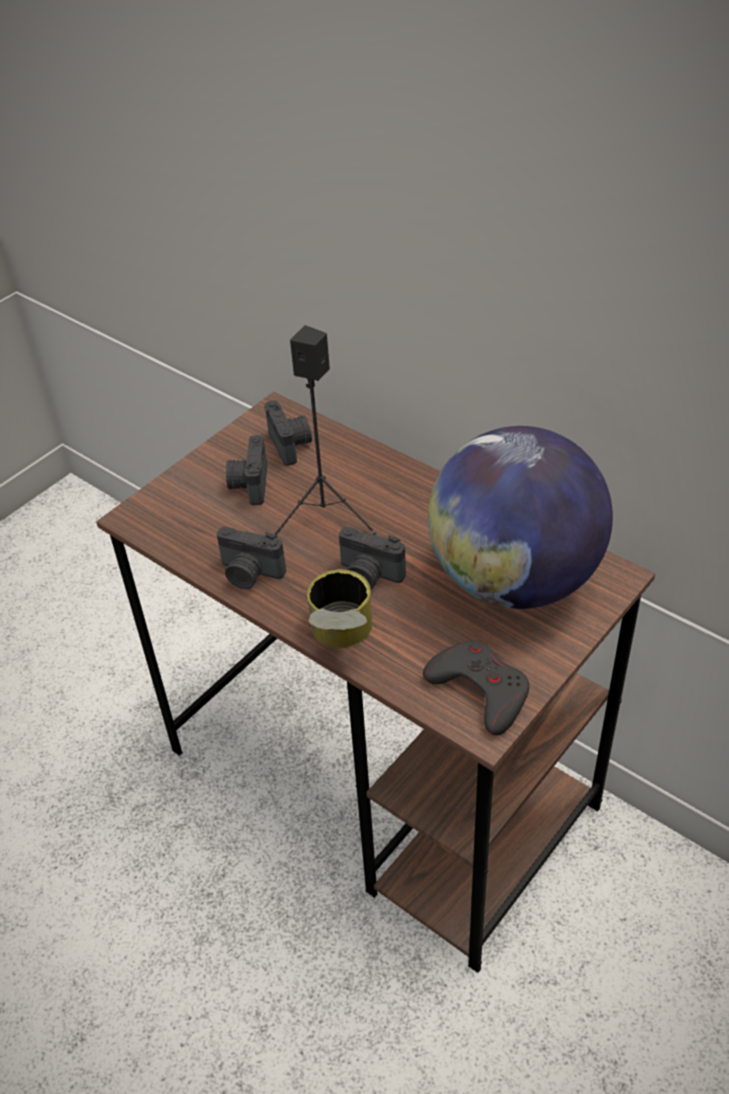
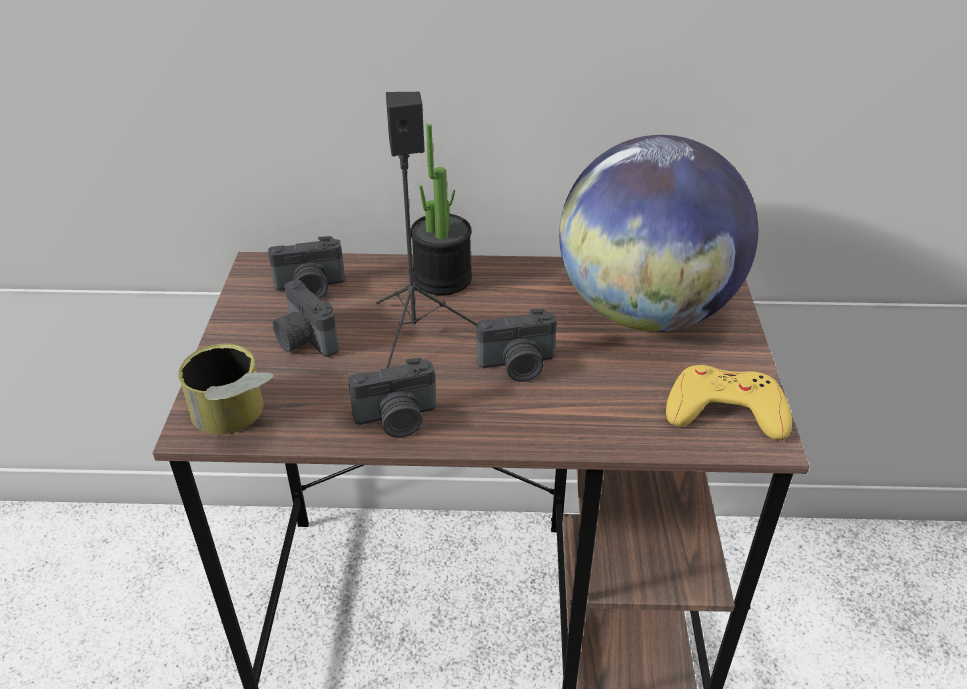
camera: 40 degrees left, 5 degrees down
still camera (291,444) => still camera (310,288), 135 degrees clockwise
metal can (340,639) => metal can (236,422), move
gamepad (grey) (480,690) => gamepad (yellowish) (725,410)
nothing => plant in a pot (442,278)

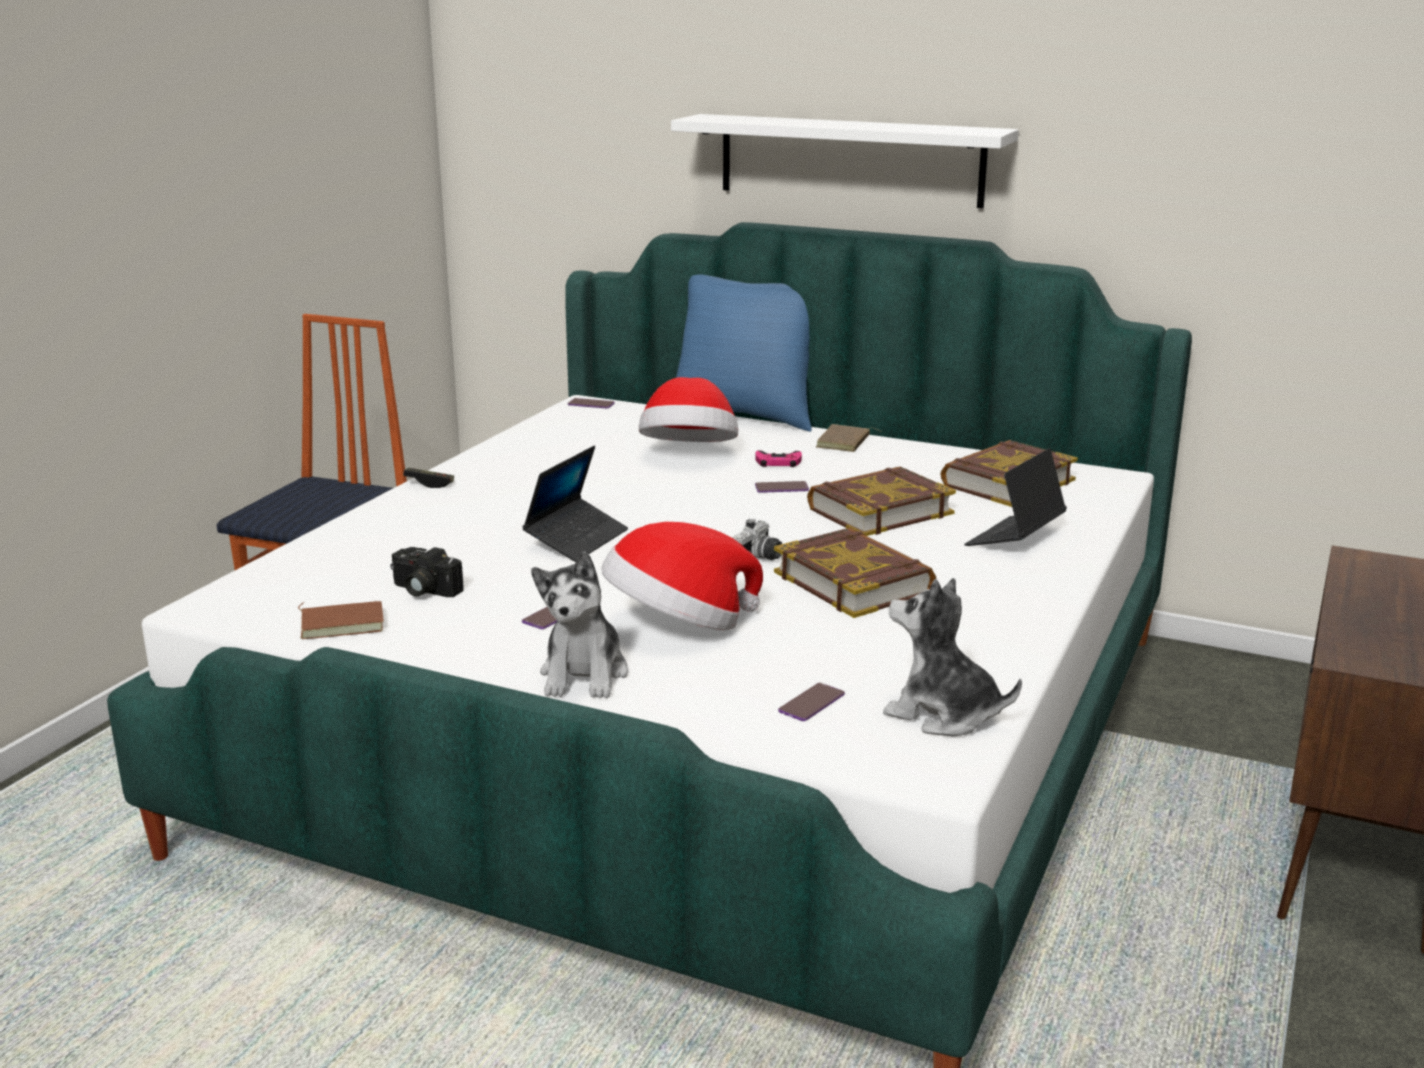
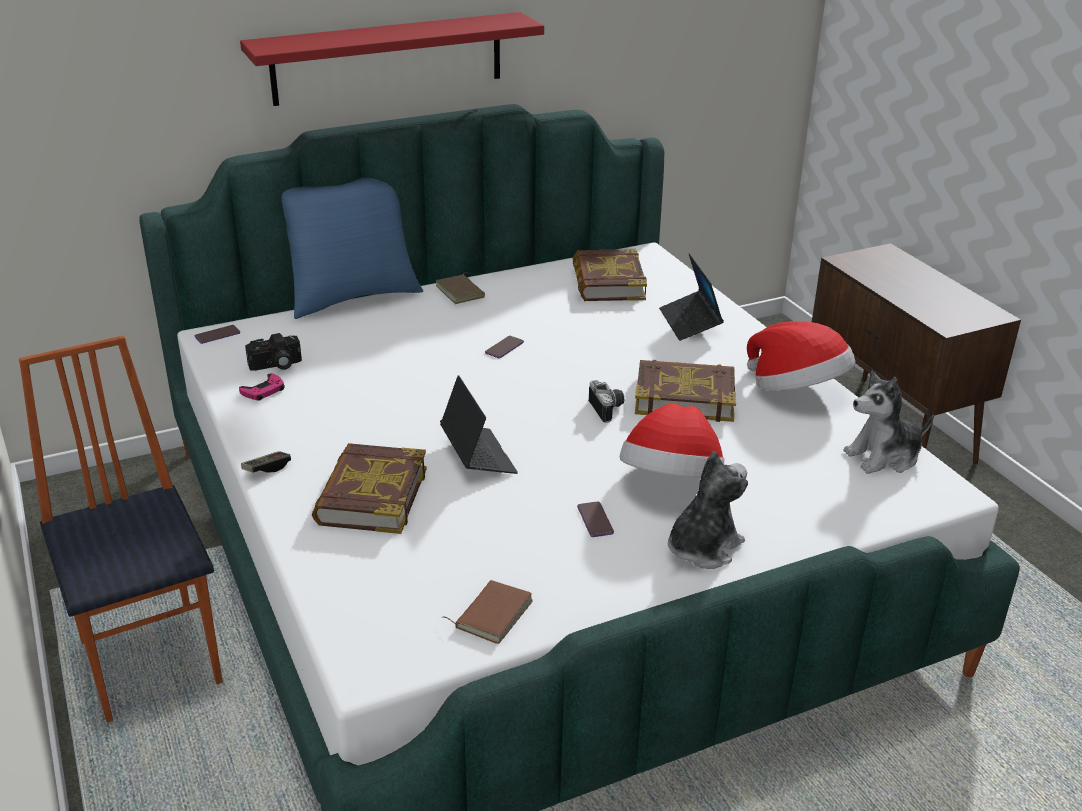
camera: 50 degrees left, 10 degrees up
bracket shelf (white) (850,160) => bracket shelf (red) (388,58)
clothing hat (689,454) => clothing hat (796,390), move
gamepad (pink) (778,463) => gamepad (pink) (264,391), move
bound book (879,511) => bound book (371,496), move
still camera (422,590) => still camera (276,365), move
plush toy (584,675) => plush toy (702,547), 90 degrees counterclockwise
phone (811,703) => nothing

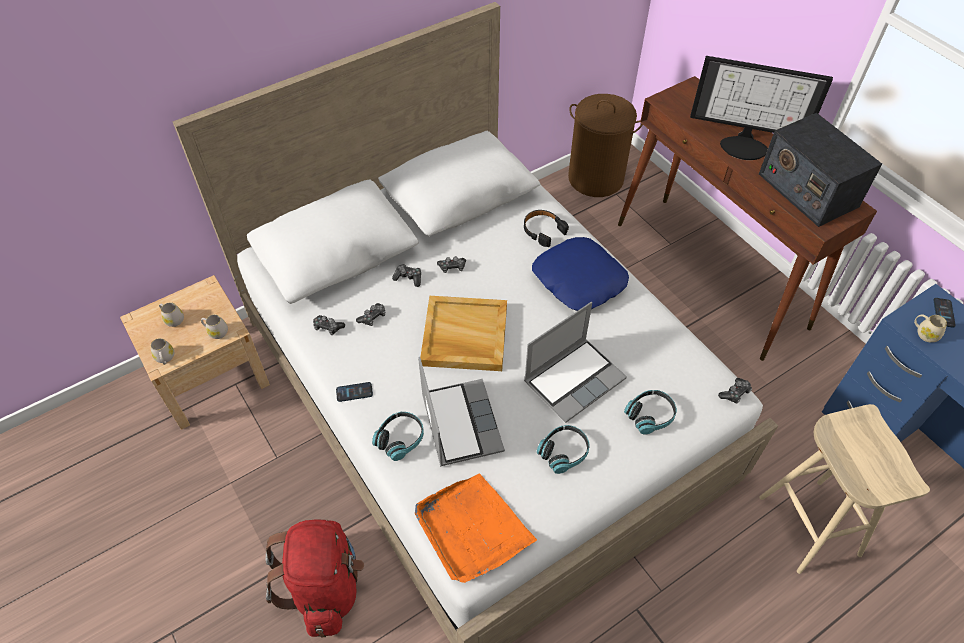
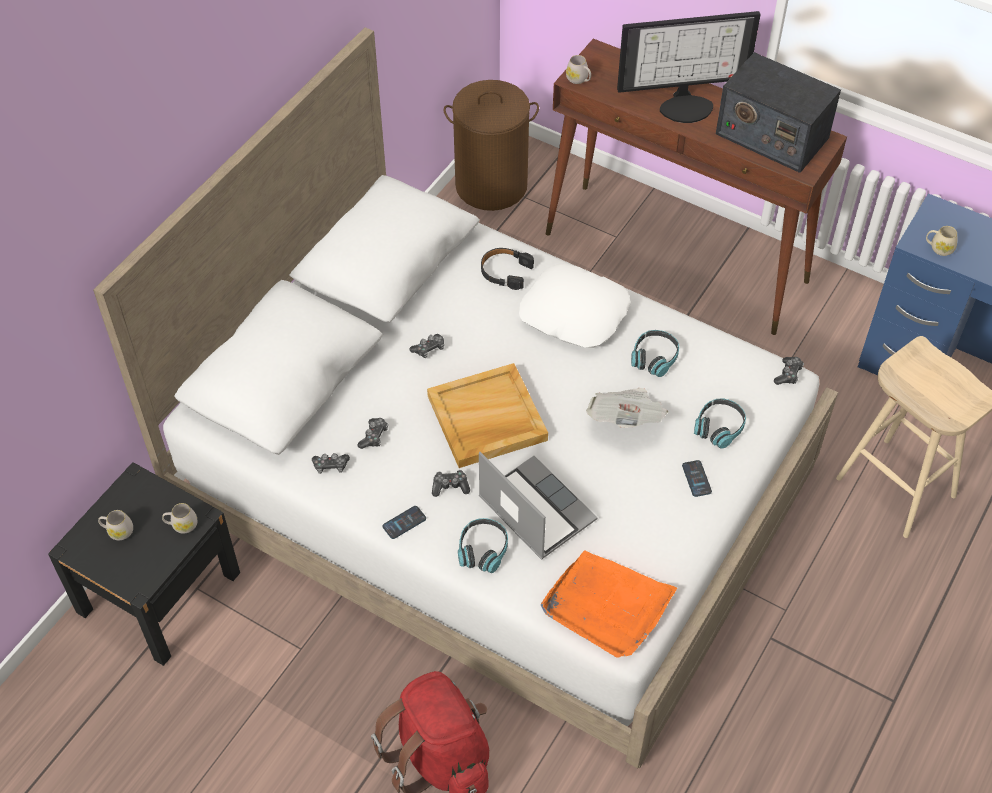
camera: 25 degrees left, 0 degrees up
cushion (blue) (578,280) => cushion (white) (573,314)
gamepad (408,278) => gamepad (450,486), move
night table (beige) (210,376) => night table (black) (159,592)
phone (943,313) => phone (696,479), move
laptop (574,379) => daily paper (626,420)
mug (white) (165,358) => mug (white) (579,80), move
headphones (563,452) => headphones (654,358), move

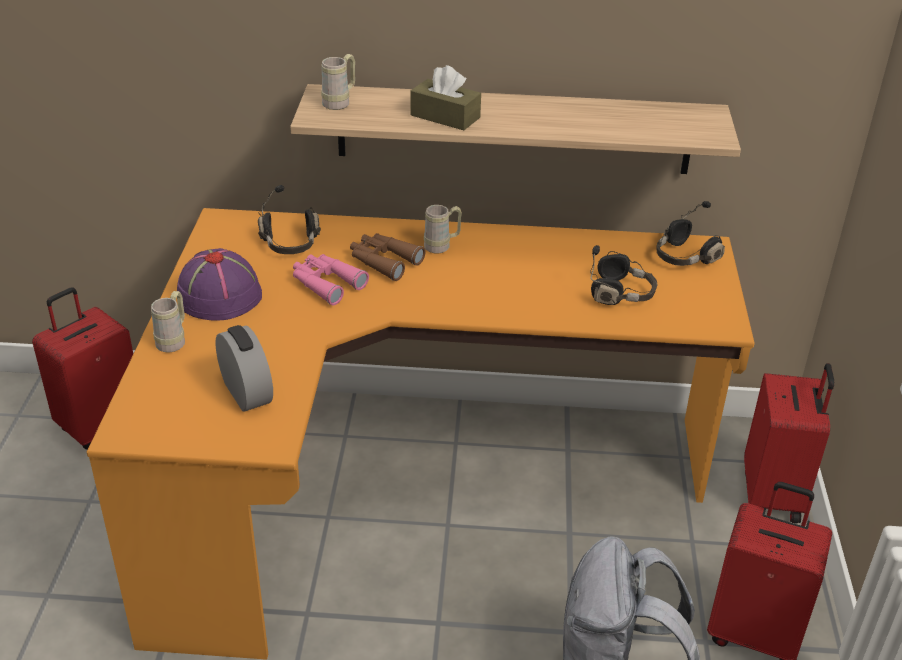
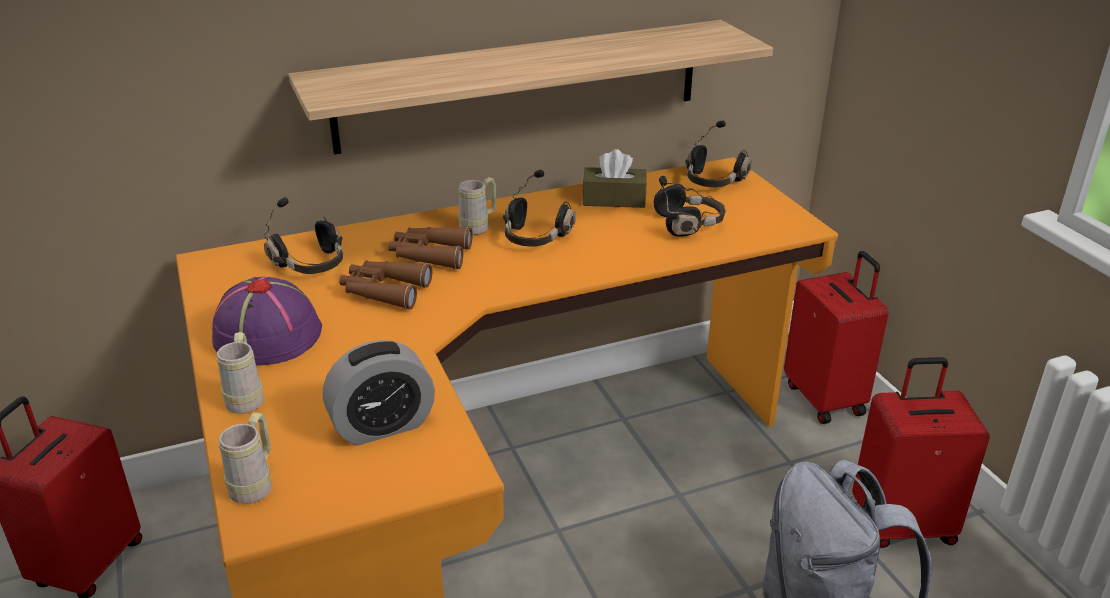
camera: 25 degrees left, 5 degrees down
mug (beige) (340,102) => mug (beige) (256,484), move
box of tissues (brown) (445,116) => box of tissues (brown) (614,199), move
pair of binoculars (pink) (326,284) => pair of binoculars (brown) (384,291)
bedside clock (246,392) => bedside clock (382,426), 120 degrees clockwise
nothing => headphones (black) (535,238)

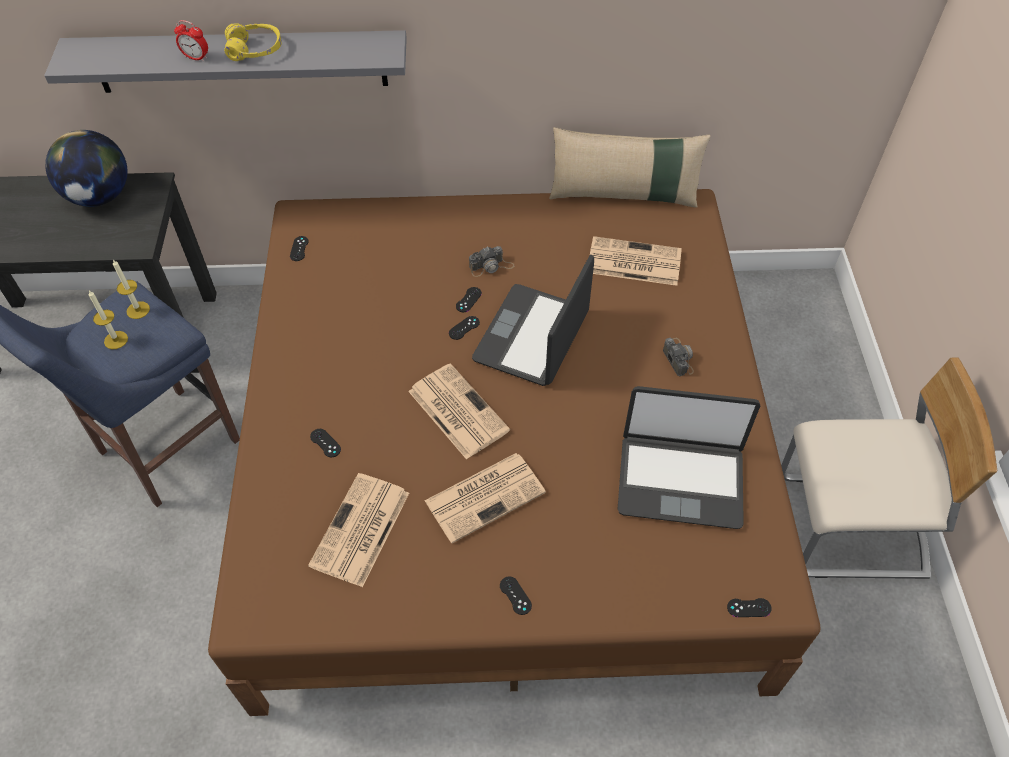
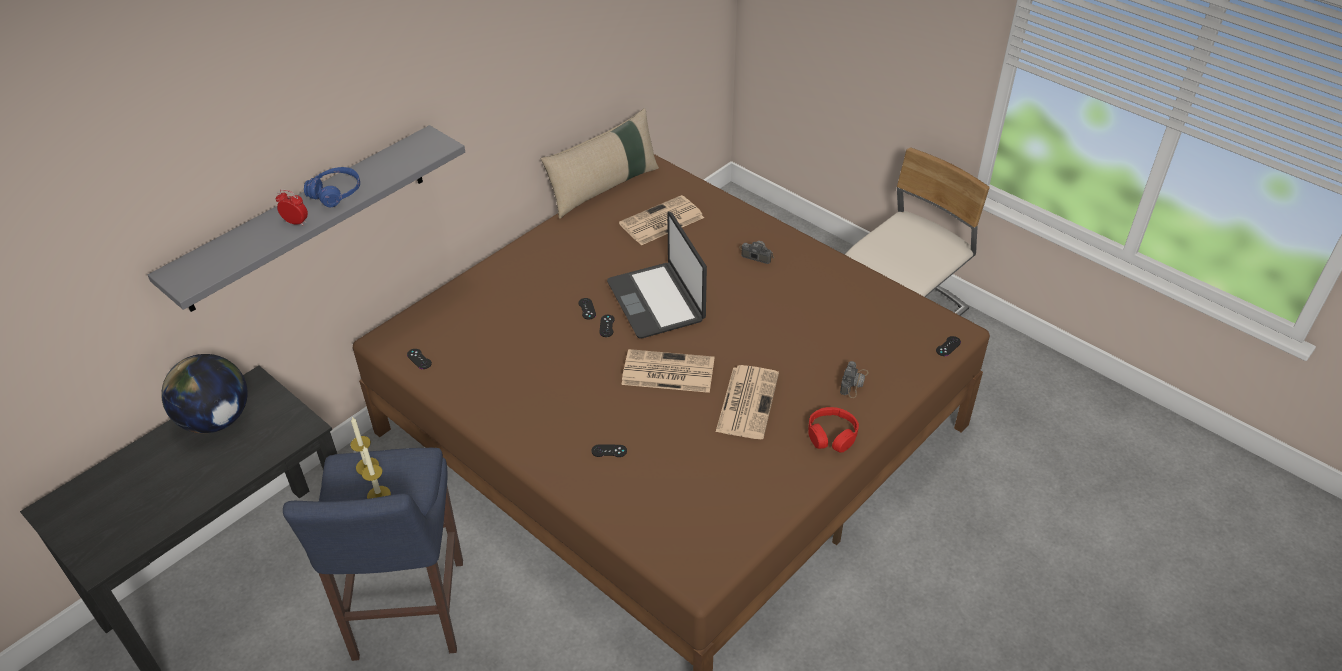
camera: 45 degrees left, 10 degrees down
bedside clock (196,58) => bedside clock (296,222), 135 degrees counterclockwise
headphones (yellowish) (255,50) => headphones (blue) (336,193)
still camera (491,266) => still camera (854,382), move
laptop (680,480) => nothing
daily paper (360,531) => nothing
gamepad (black) (515,595) => headphones (red) (832,435)

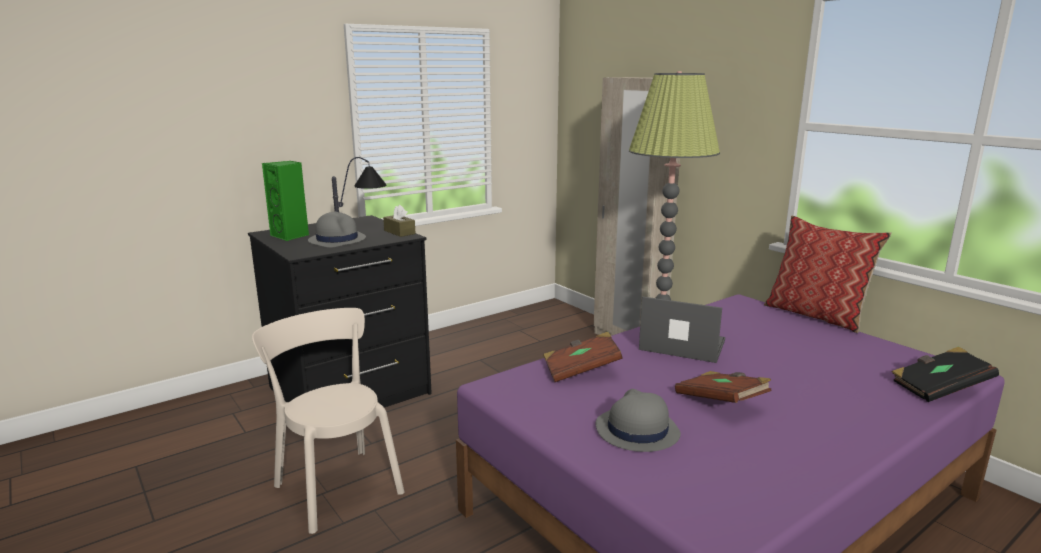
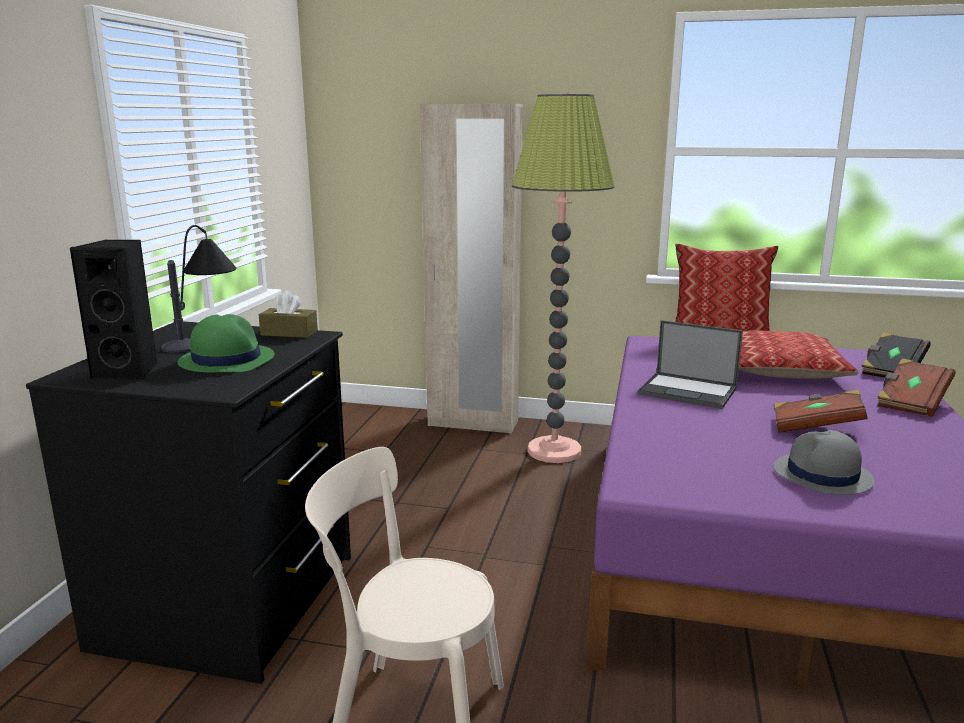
camera: 40 degrees left, 0 degrees up
loudspeaker (green) (290,236) => loudspeaker (black) (129,371)
clothing hat (grey) (337,240) => clothing hat (green) (226,360)
laptop (681,345) => laptop (689,391), 135 degrees counterclockwise
bound book (brown) (581,370) => bound book (brown) (911,402), move
nothing => cushion (781,369)

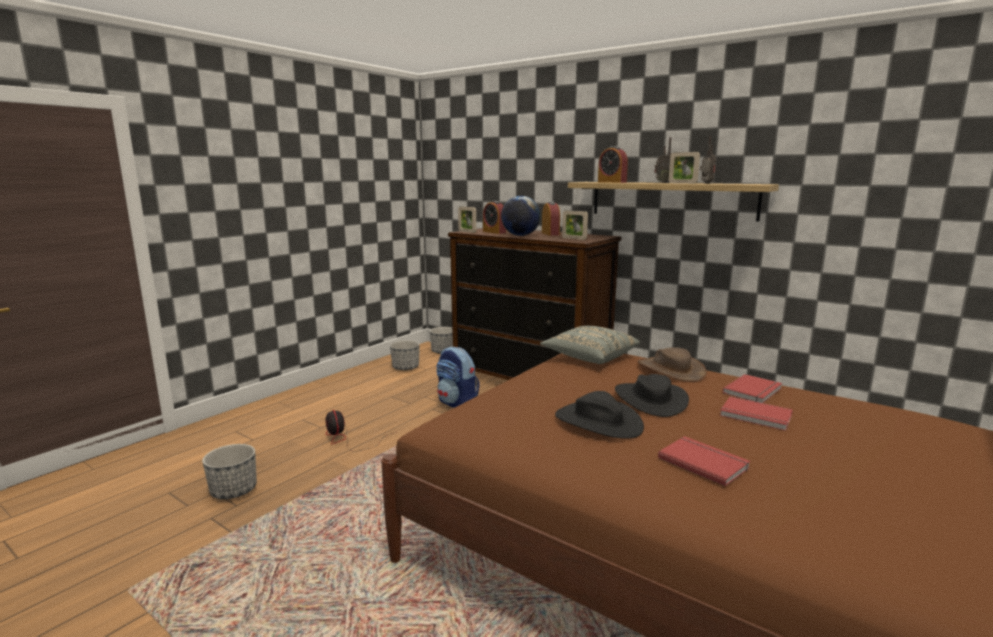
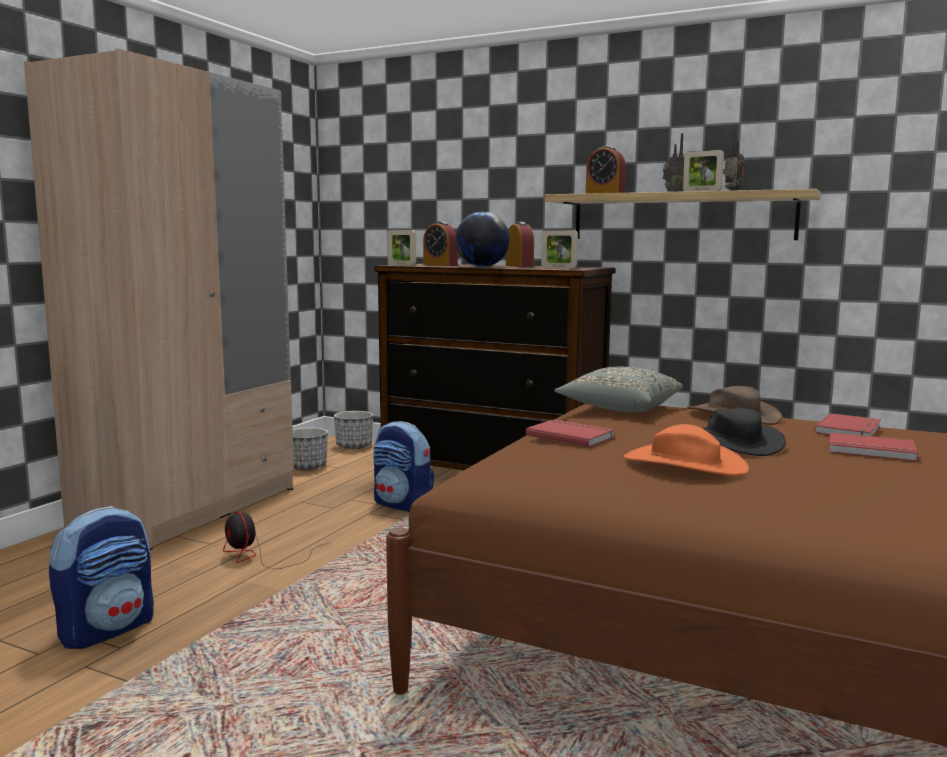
camera: 10 degrees left, 5 degrees down
clothing hat (black) (598,422) => clothing hat (orange-coloured) (684,464)
bound book (red) (703,462) => bound book (red) (571,436), move
plant pot (234,490) => rucksack (108,629)
nothing => wardrobe (beige) (188,508)

